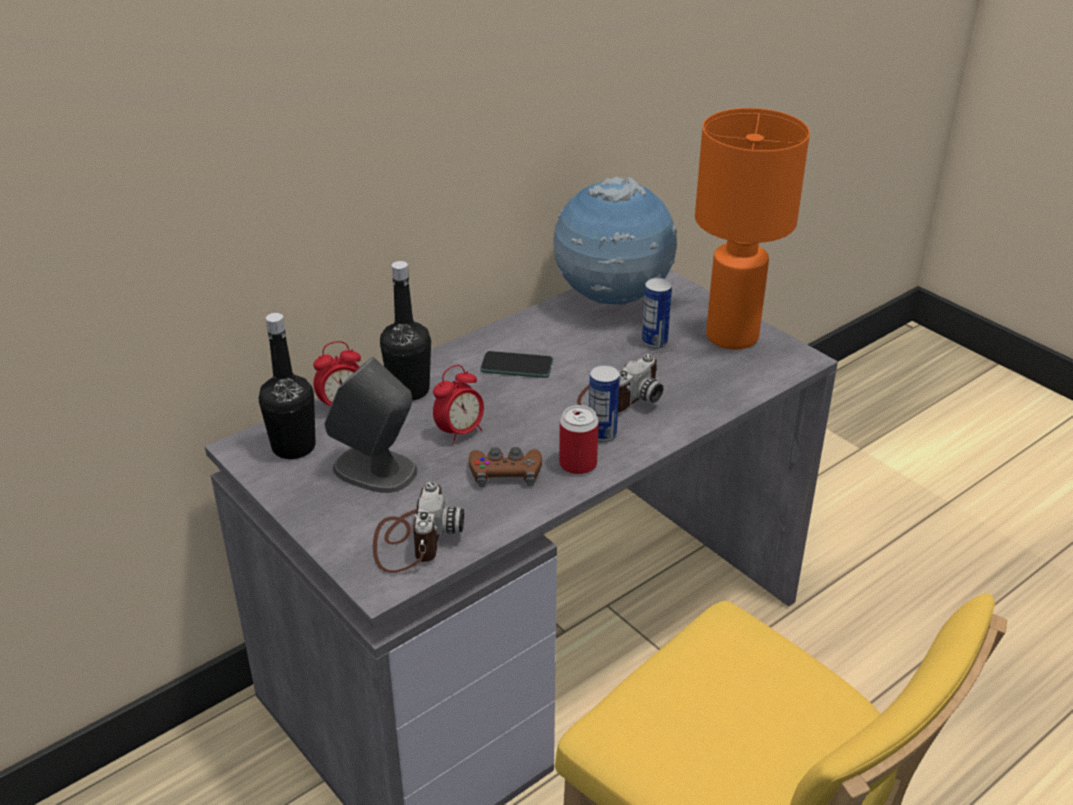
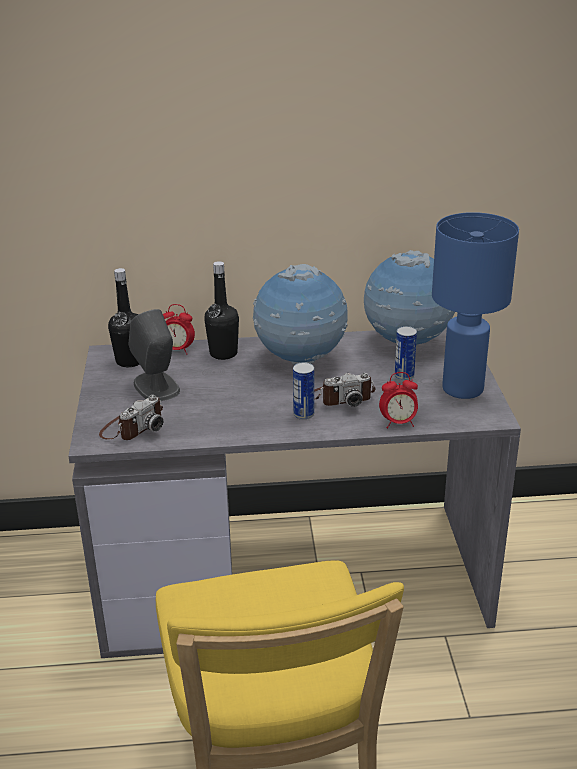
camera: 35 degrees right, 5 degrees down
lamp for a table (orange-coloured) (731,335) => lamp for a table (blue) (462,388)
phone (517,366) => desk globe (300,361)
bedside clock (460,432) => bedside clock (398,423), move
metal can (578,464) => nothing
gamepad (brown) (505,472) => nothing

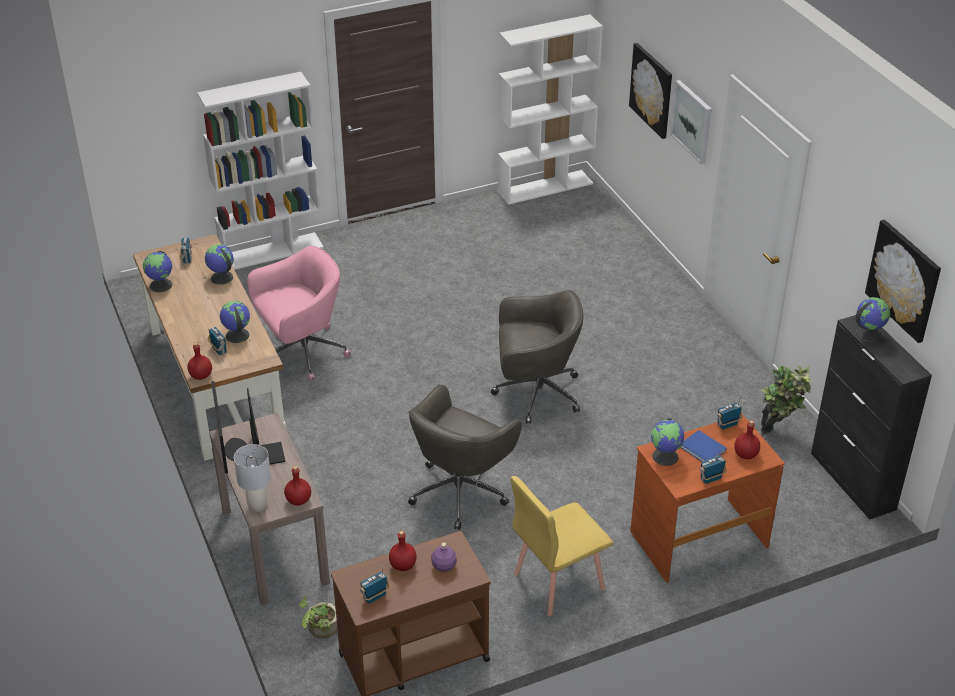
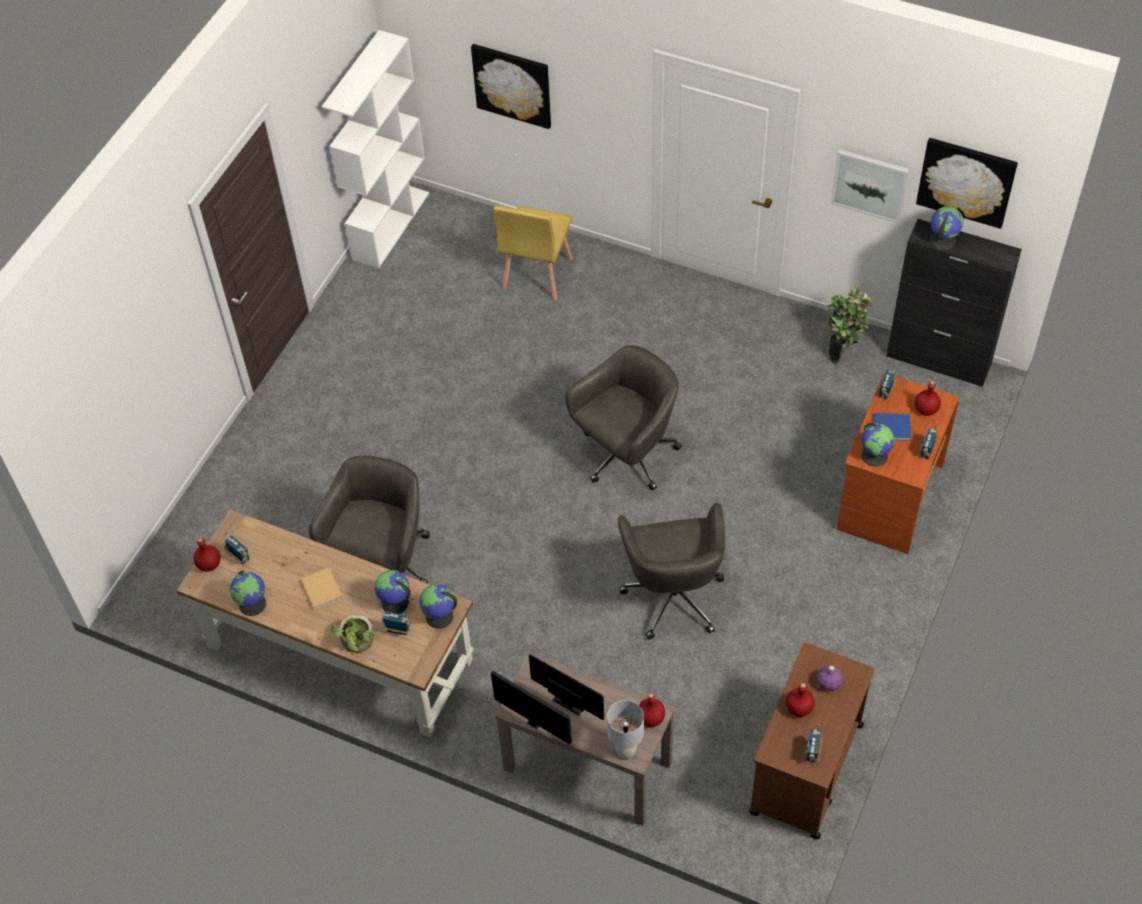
camera: 40 degrees left, 15 degrees up
bookcase (white) (272,251) => nothing
picture (692,121) => picture (870,184), move
desk globe (221,278) => desk globe (439,617), move
desk chair (pink) (302,353) => desk chair (grey) (382,564)
bottle (red) (200,376) => bottle (red) (209,565), move
upright chair (yellowish) (558,581) => upright chair (yellowish) (536,274), move
plant in a pot (320,629) => plant in a pot (357,643), move
nothing => bound book (beige) (321,588)

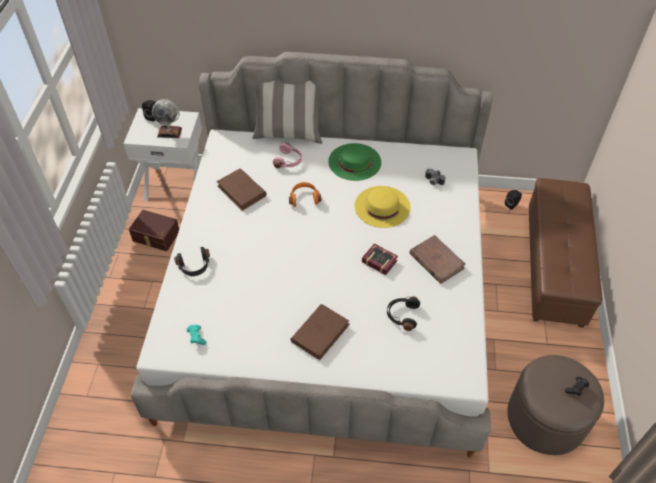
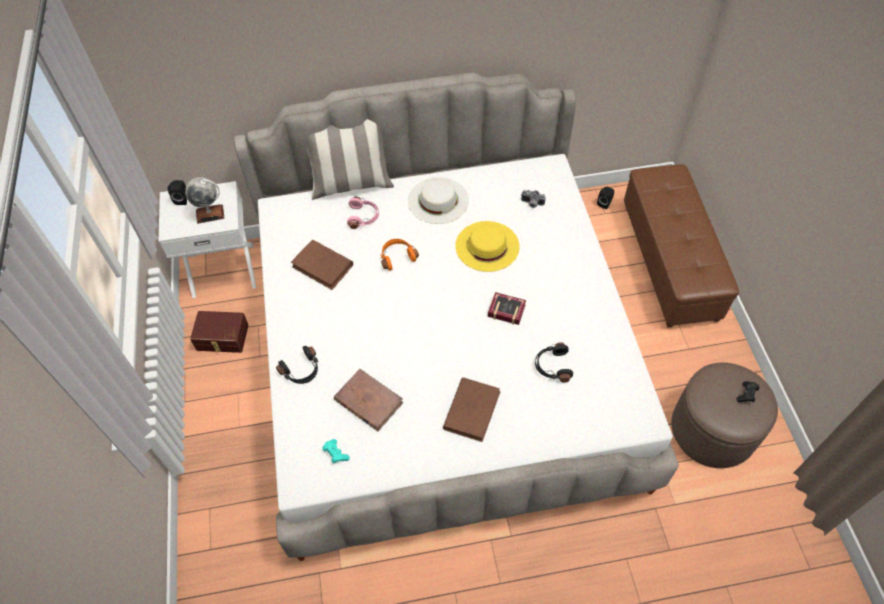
camera: 15 degrees left, 5 degrees up
clothing hat (green) (354,161) => clothing hat (white) (438,200)
bound book (brown) (436,261) => bound book (brown) (368,401), move

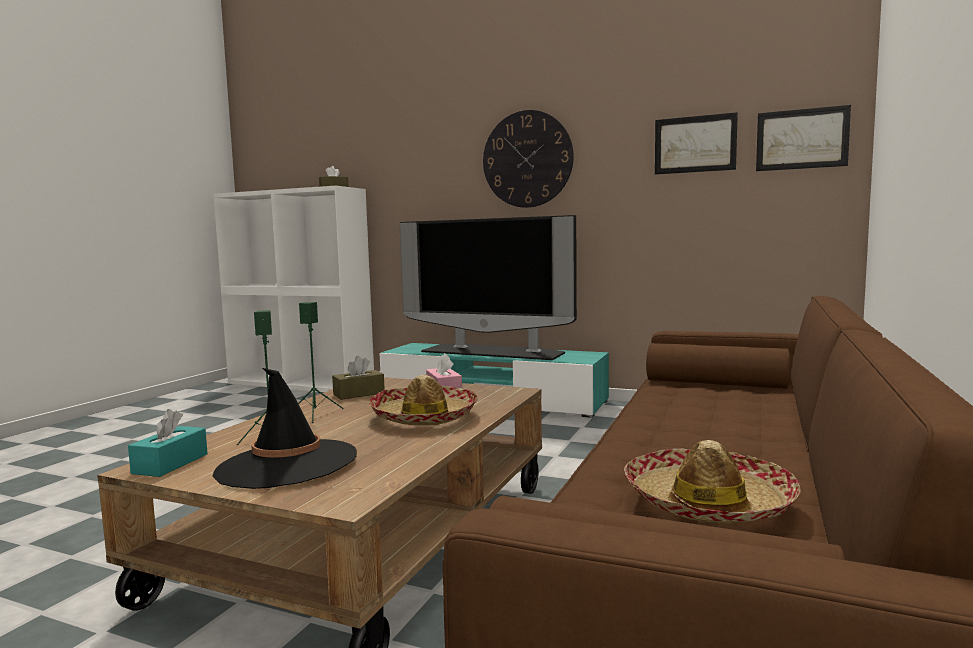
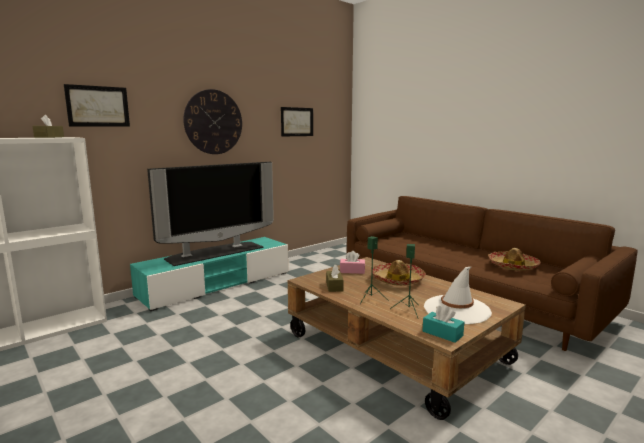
camera: 65 degrees left, 5 degrees up
picture (801,139) => picture (98,106), move
clothing hat (black) (287,464) => clothing hat (white) (456,310)

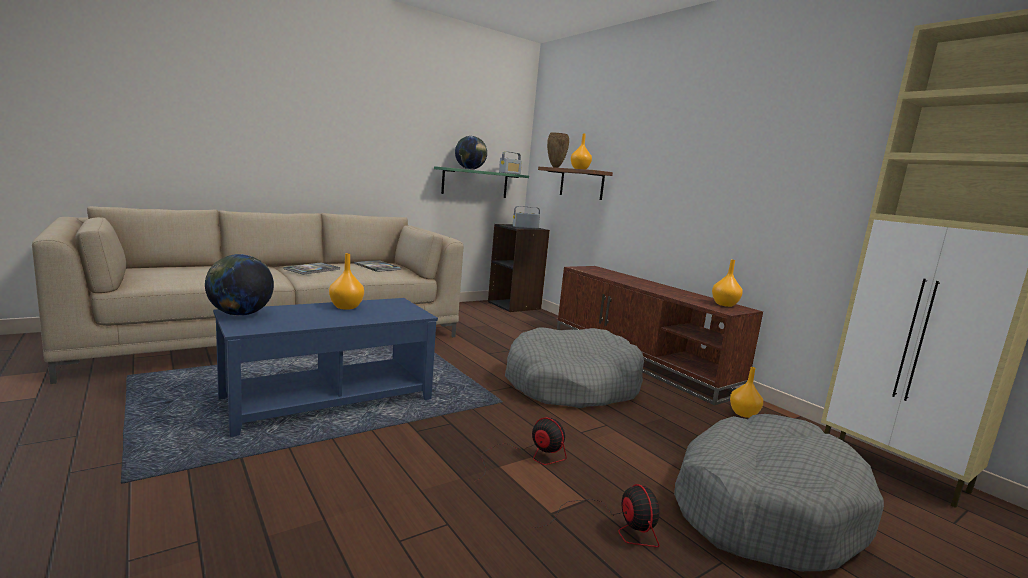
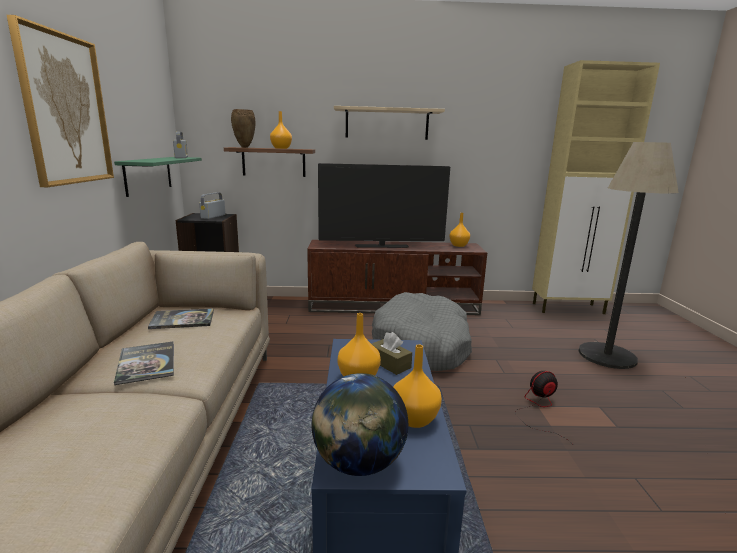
camera: 55 degrees left, 5 degrees up
desk globe (470,169) => nothing
flower vase (orange-coloured) (743,413) => flower vase (orange-coloured) (413,419), move
dog bed (grey) (764,507) => standard lamp (607,356)
cooling fan (613,526) => nothing
nothing => picture (65,110)
nothing => bracket shelf (beige) (387,124)
nothing => TV set (381,246)
nothing => box of tissues (brown) (389,363)

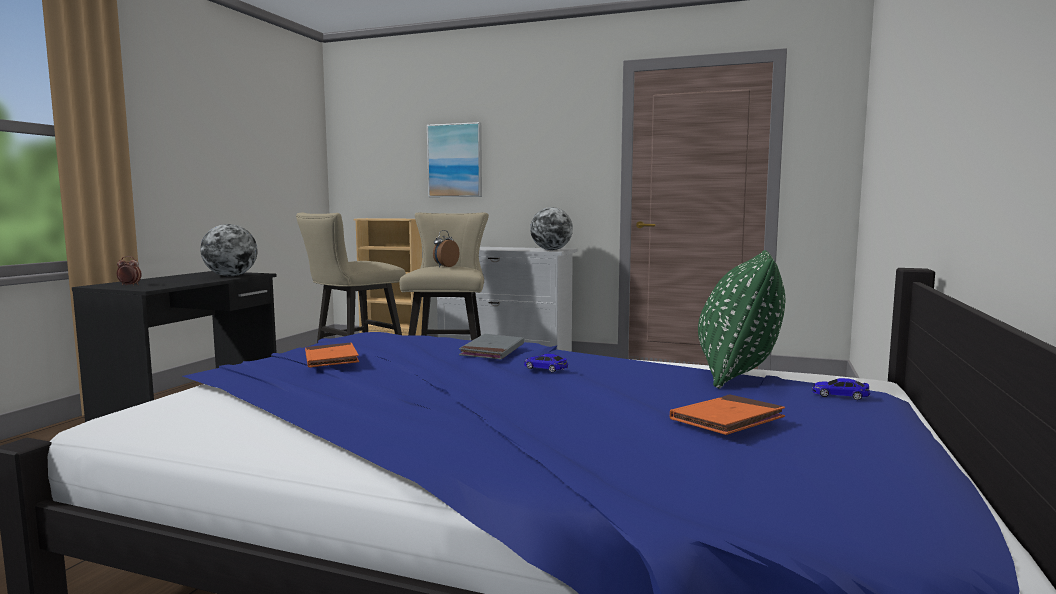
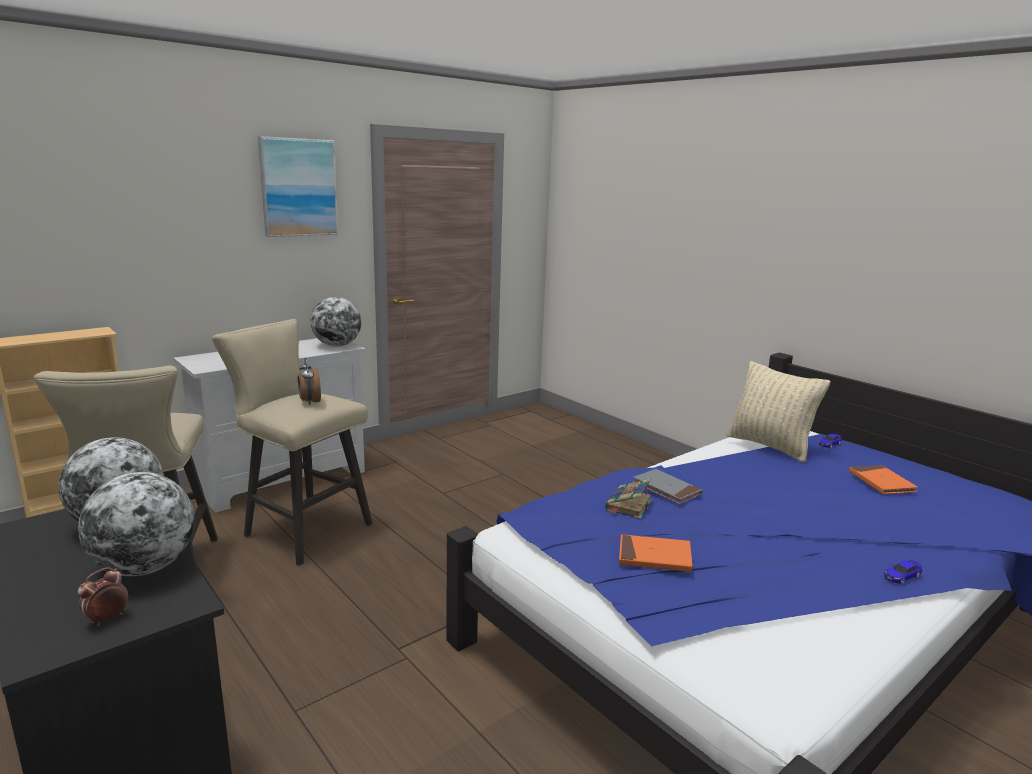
camera: 60 degrees left, 10 degrees up
picture (455,160) => picture (298,187), move
cushion (green) (737,373) => cushion (beige) (769,446)
toy car (545,369) => toy car (902,576), move
nothing => desk globe (145,568)
nothing => bound book (628,506)

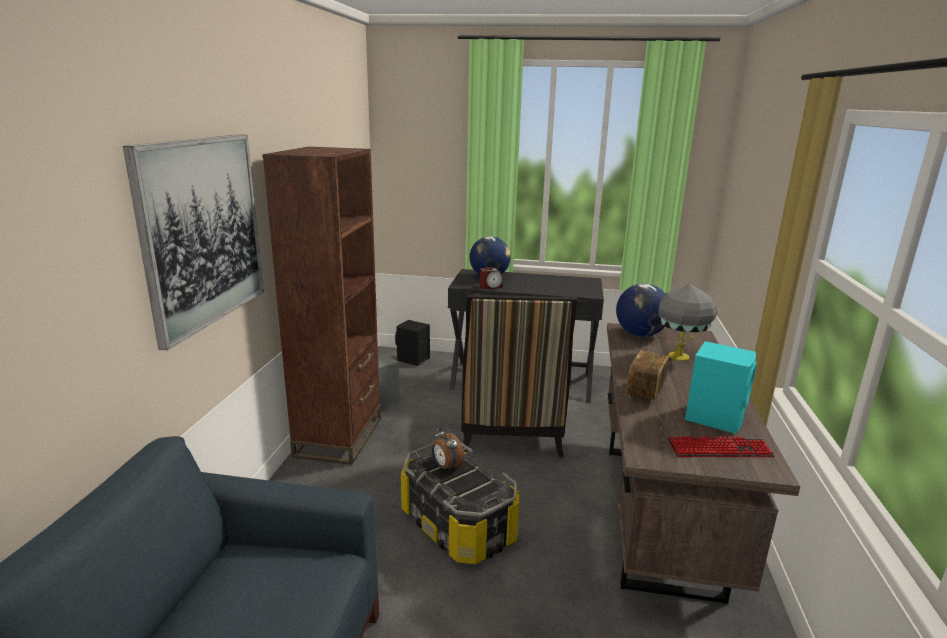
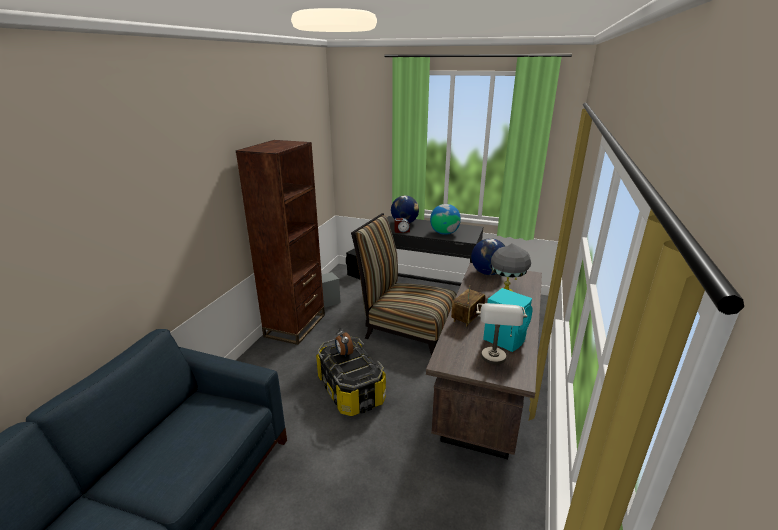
camera: 10 degrees right, 5 degrees up
picture (202,232) => nothing
upright chair (510,430) => upright chair (406,329), 105 degrees clockwise
PC keyboard (719,449) => lamp for a table (grey) (495,362)
nothing => desk globe (444,233)

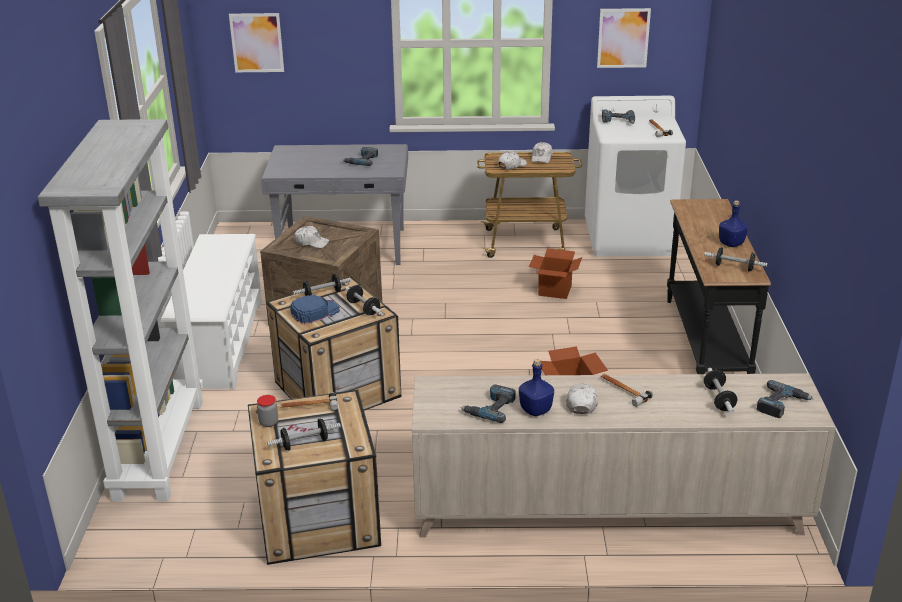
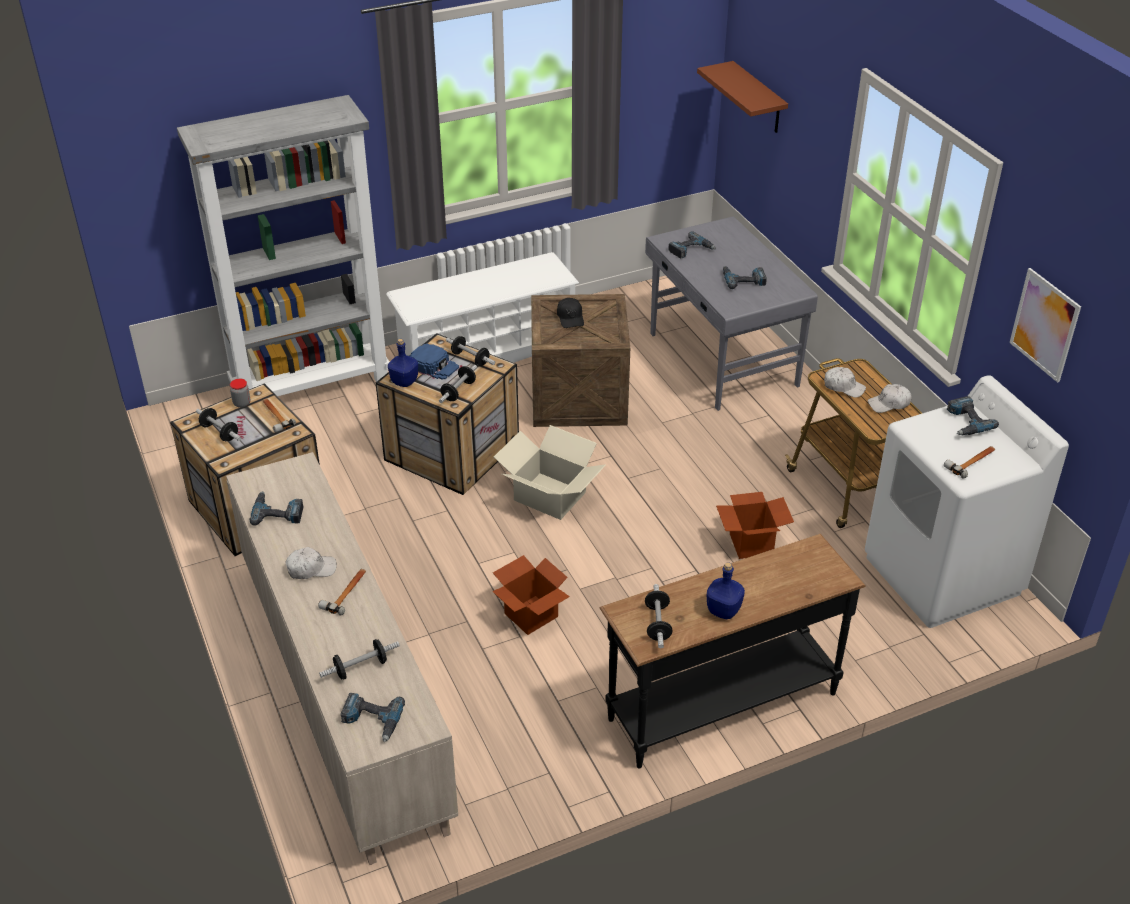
camera: 65 degrees right, 10 degrees up
picture (257,42) => bracket shelf (brown) (758,98)
peaked cap (white) (311,242) => peaked cap (black) (570,318)
bottle (blue) (535,410) => bottle (blue) (404,381), move
nothing => drill (691,250)
nothing => carton (550,495)

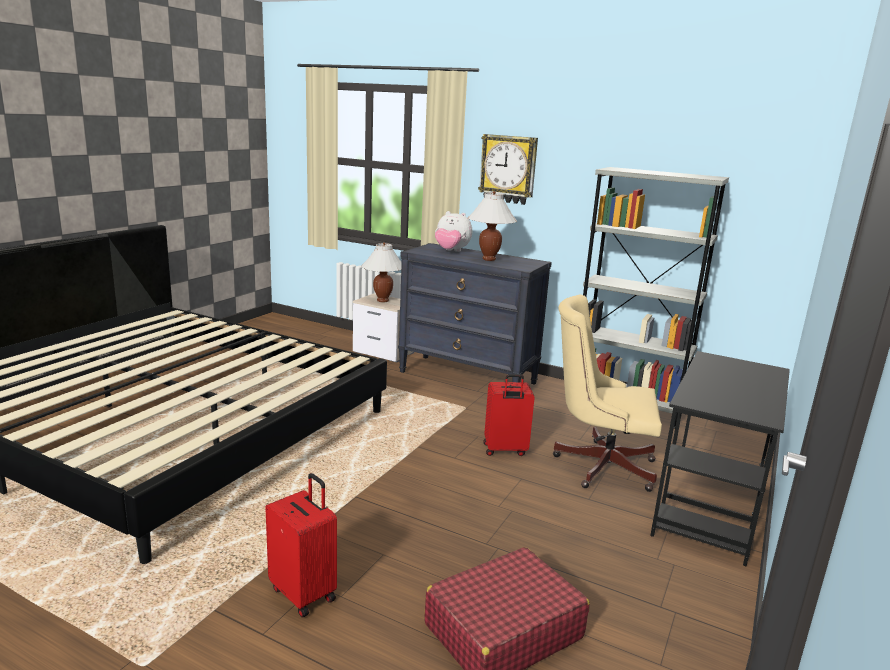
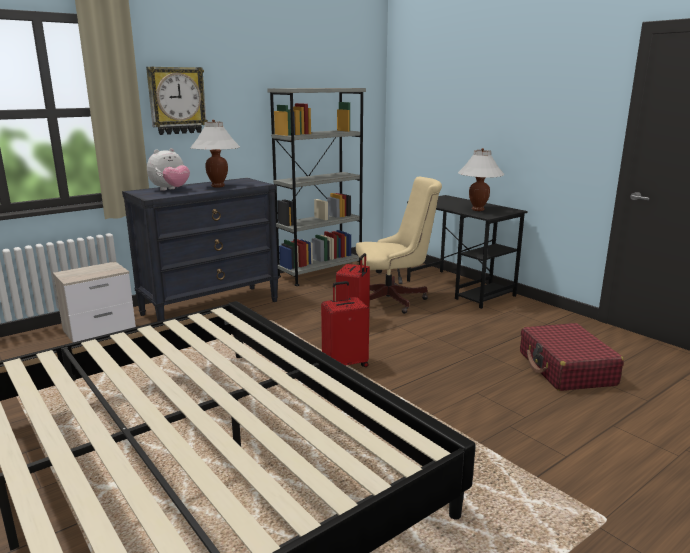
camera: 65 degrees left, 0 degrees up
lamp for a table (white) (383,300) => lamp for a table (white) (478,209), move
desk chair (beige) (598,465) => desk chair (beige) (394,300), 135 degrees counterclockwise
travel case (red) (304,593) => travel case (red) (345,364), move

